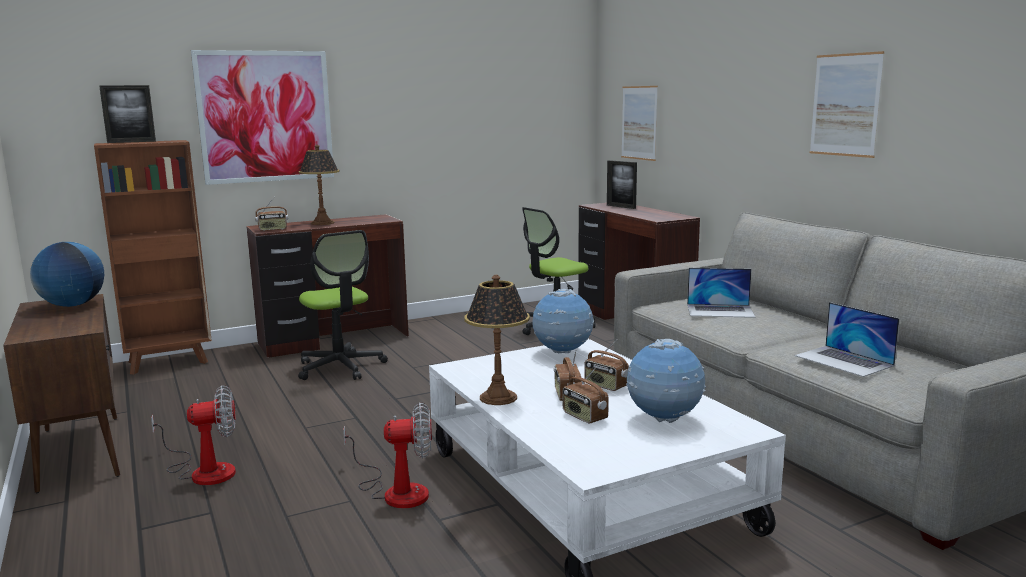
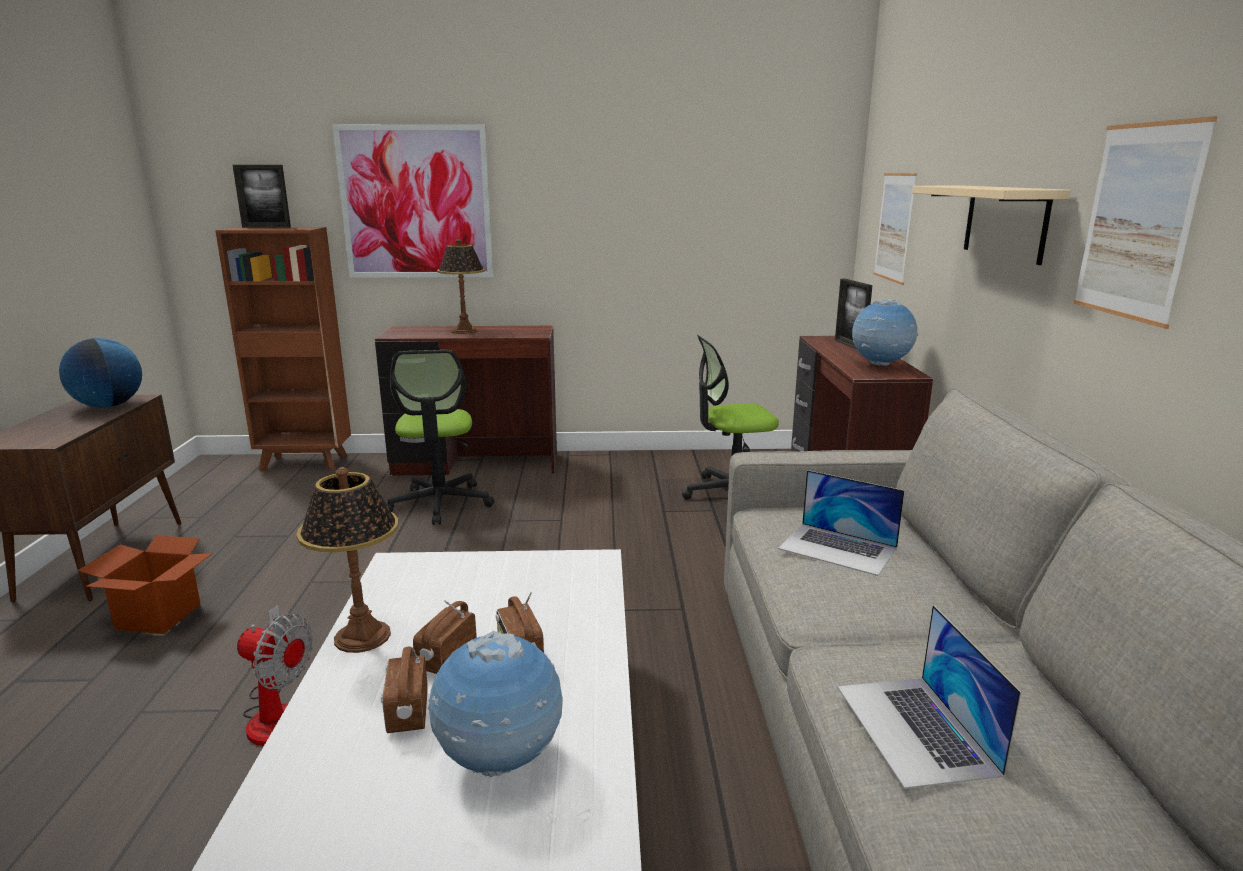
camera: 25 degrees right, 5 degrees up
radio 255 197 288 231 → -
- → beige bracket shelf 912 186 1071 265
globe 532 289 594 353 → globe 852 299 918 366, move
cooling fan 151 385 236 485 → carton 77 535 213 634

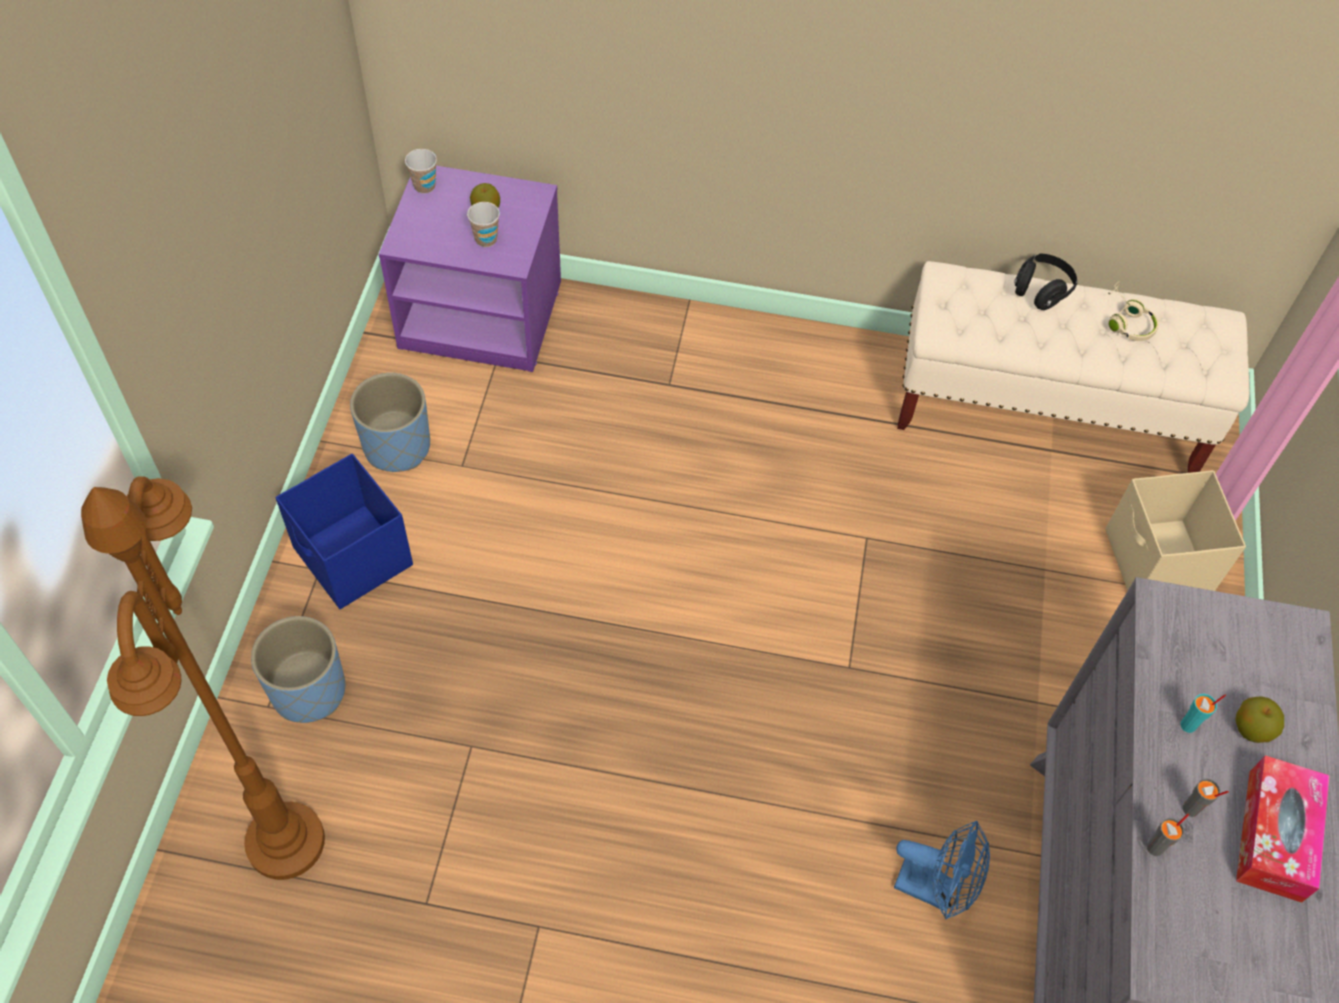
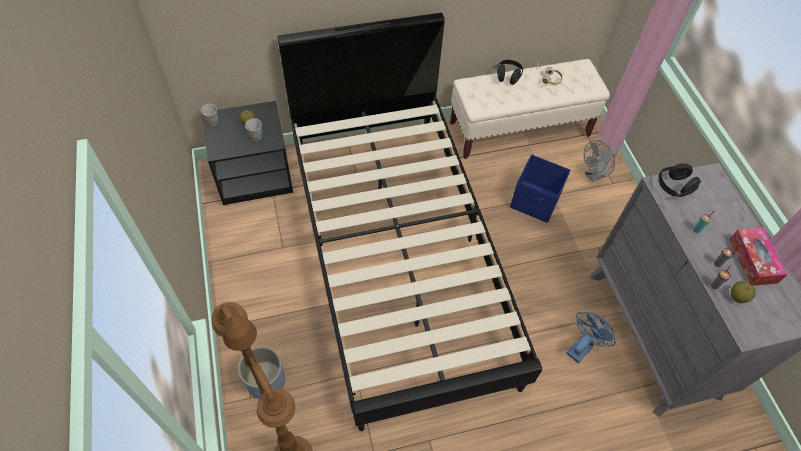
camera: 25 degrees left, 0 degrees up
bluish planter 350 373 430 472 → -
- → black-coloured bed 277 13 542 431
- → black-coloured headphones 658 163 701 197
bluish storage box 275 454 413 609 → bluish storage box 510 155 571 223, move
apple 1235 697 1284 743 → apple 731 281 756 303, move
beige storage box 1105 470 1246 591 → gray cooling fan 584 140 618 182
purple-coloured night table 379 166 561 372 → black-coloured night table 202 101 293 205
bluish cooling fan 894 821 990 919 → bluish cooling fan 566 312 615 363, 45 degrees counterclockwise

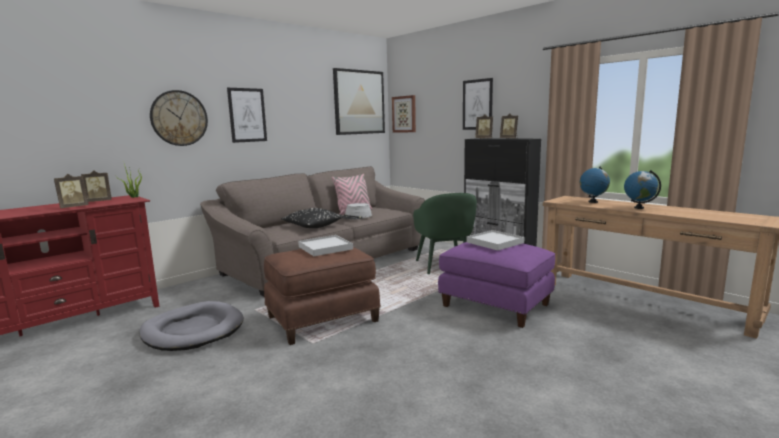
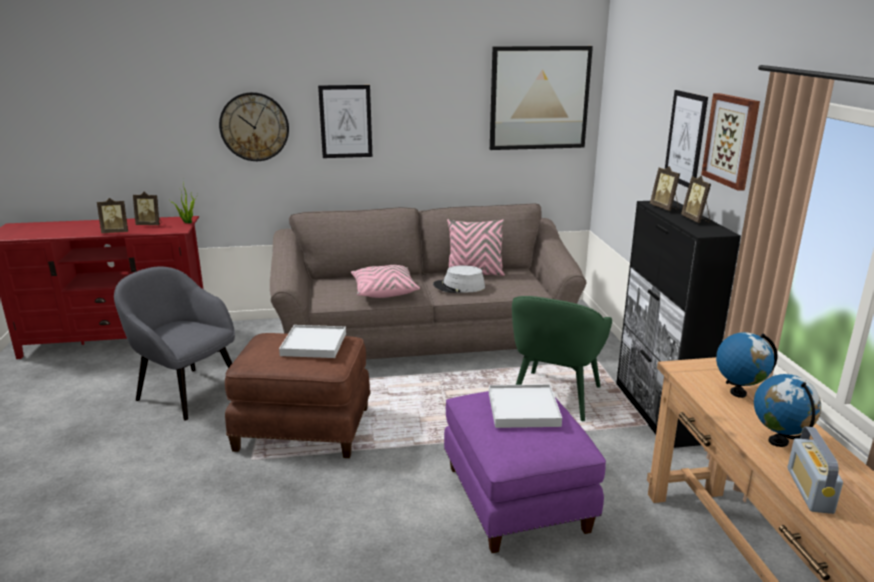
camera: 35 degrees right, 10 degrees up
- → radio 787 426 843 514
picture 392 95 416 132 → picture 701 93 760 191, move
gray pet bed 139 301 244 351 → gray easy chair 114 266 235 421
black-coloured cushion 281 208 343 228 → pink cushion 351 265 420 298

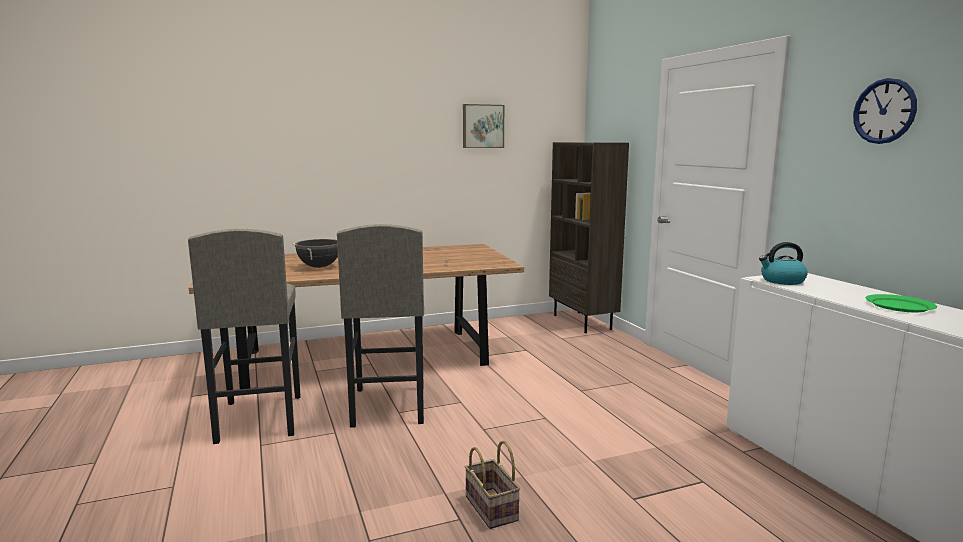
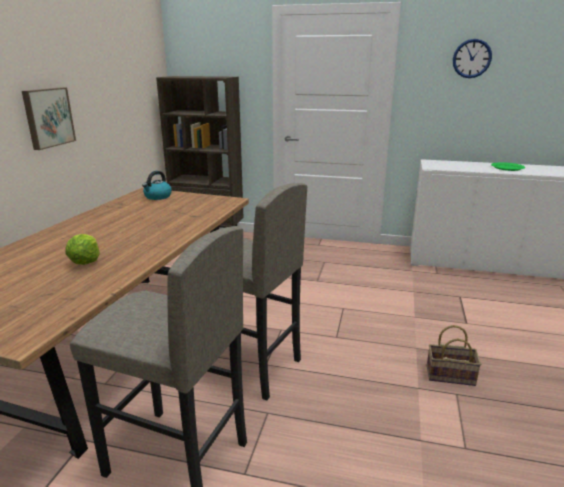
camera: 55 degrees left, 10 degrees up
picture 463 104 504 148 → picture 22 87 76 150, move
kettle 759 242 808 285 → kettle 142 171 172 200, move
black-coloured cooking pot 291 239 338 268 → head of lettuce 65 234 100 265

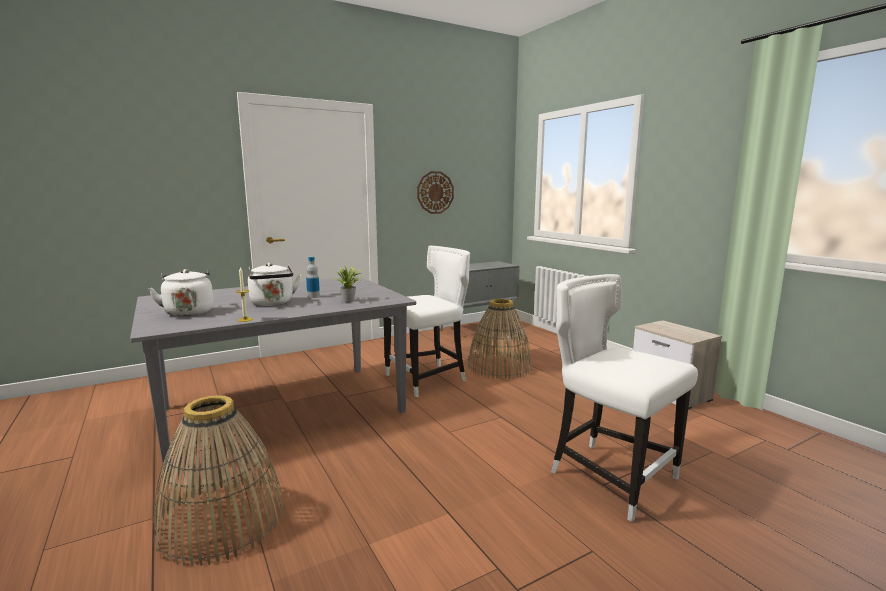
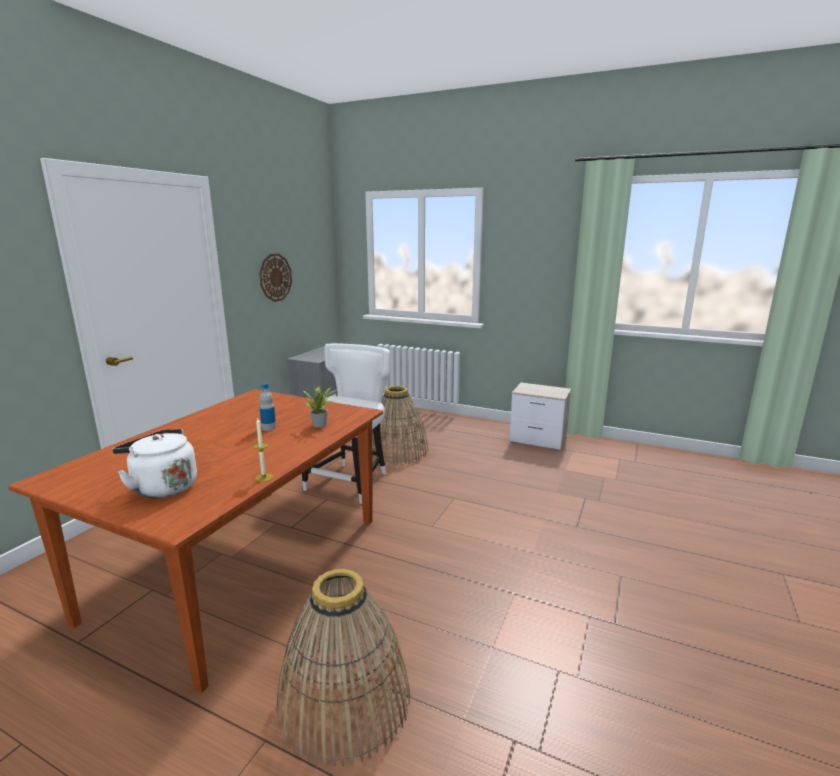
camera: 35 degrees left, 5 degrees up
white-coloured kettle 248 263 301 306 → -
white-coloured upright chair 551 274 698 522 → -
gray kitchen table 130 276 416 472 → brownish kitchen table 8 389 383 693

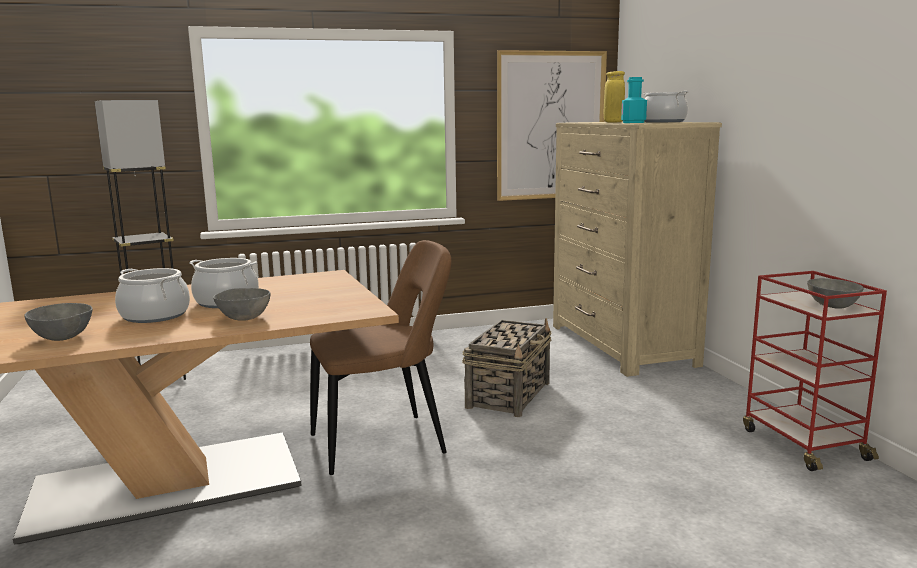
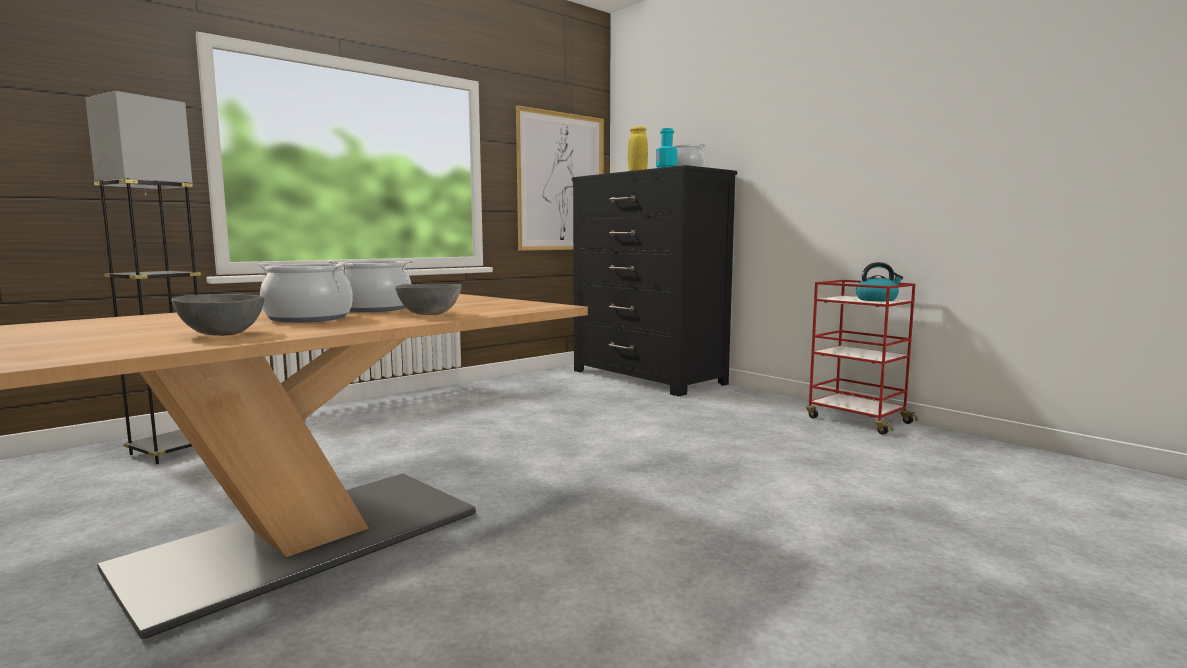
camera: 25 degrees left, 5 degrees down
brownish upright chair 310 240 451 475 → -
basket 462 318 551 417 → -
gray bowl 807 278 864 309 → kettle 856 262 903 302
beige chest of drawers 553 122 722 377 → black-coloured chest of drawers 572 165 737 396

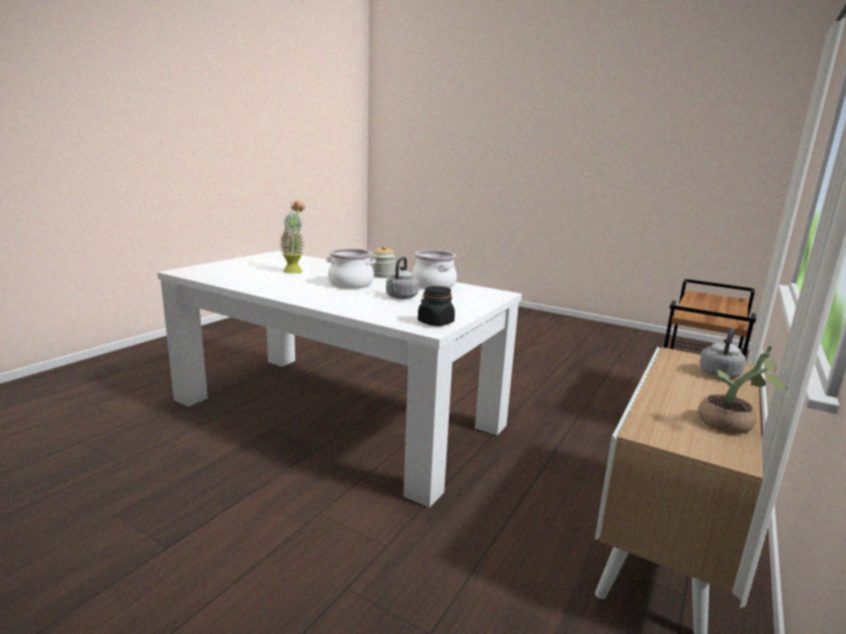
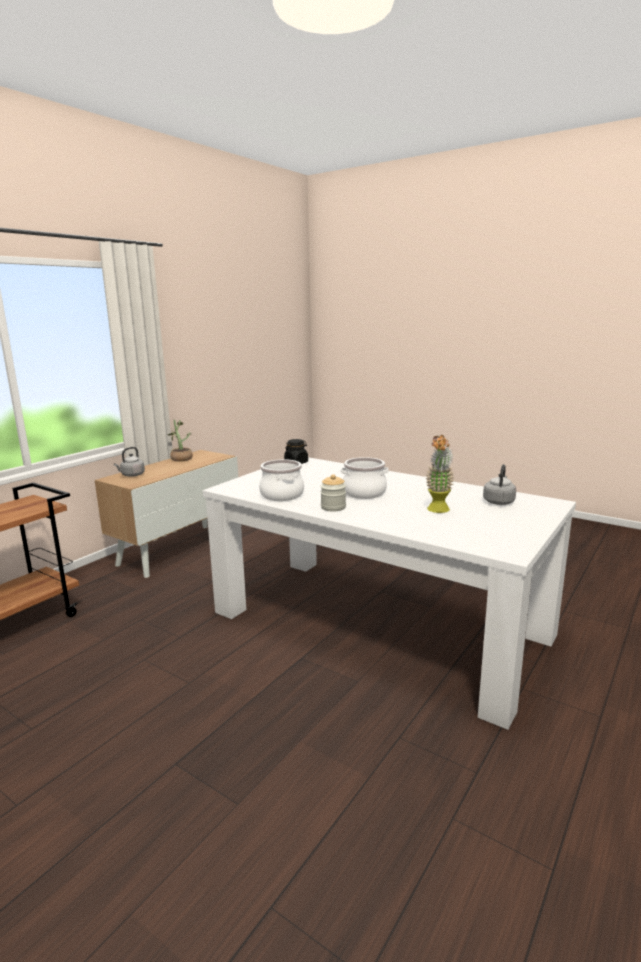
camera: 175 degrees left, 0 degrees up
gray kettle 386 257 419 299 → gray kettle 483 464 516 505, move

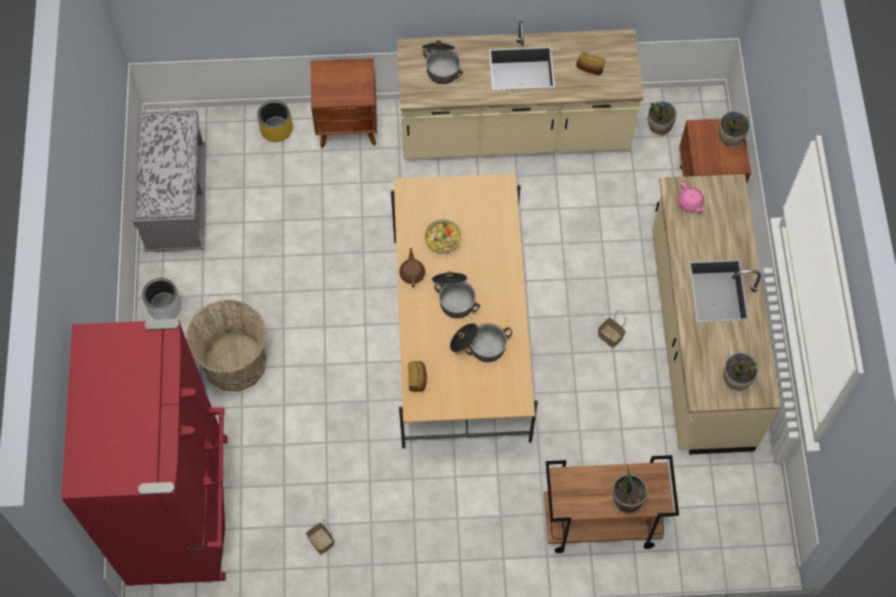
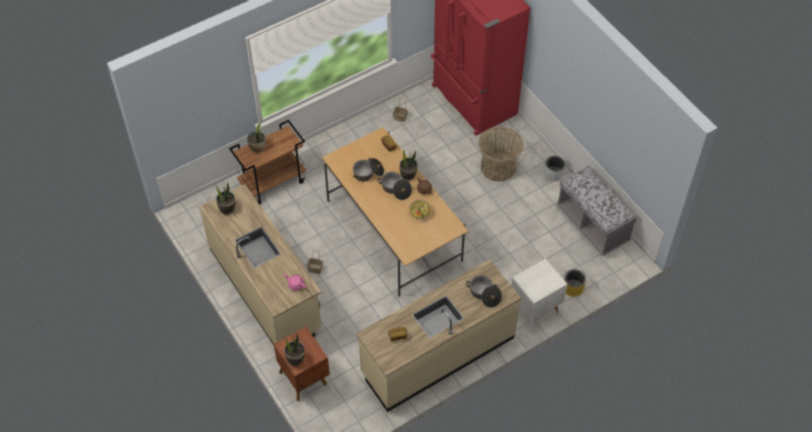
camera: 150 degrees right, 10 degrees down
plant in a pot 648 101 676 135 → plant in a pot 400 149 418 181, move
brownish night table 311 58 377 148 → white-coloured night table 511 258 567 331

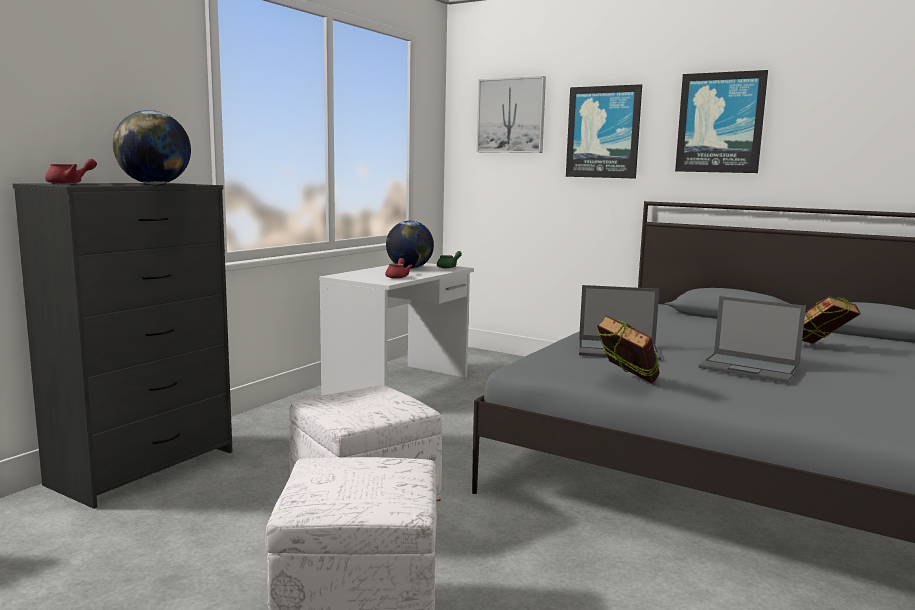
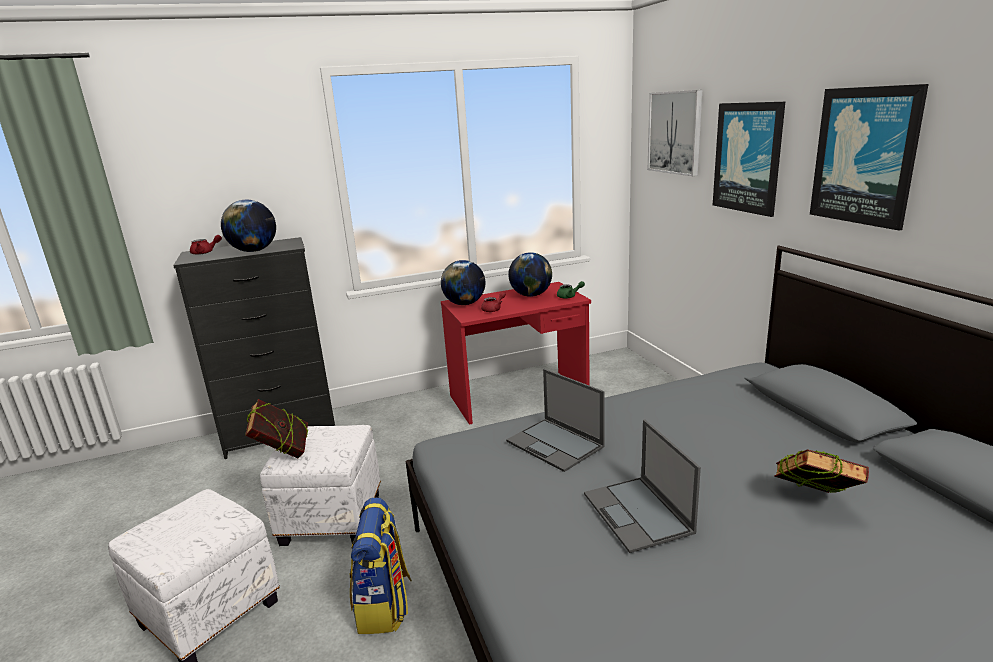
camera: 40 degrees right, 10 degrees up
- → rucksack 349 497 412 634
- → globe 441 260 485 305
book 597 315 660 384 → book 245 399 308 458, move
white-coloured desk unit 319 263 474 395 → red-coloured desk unit 441 282 591 425

